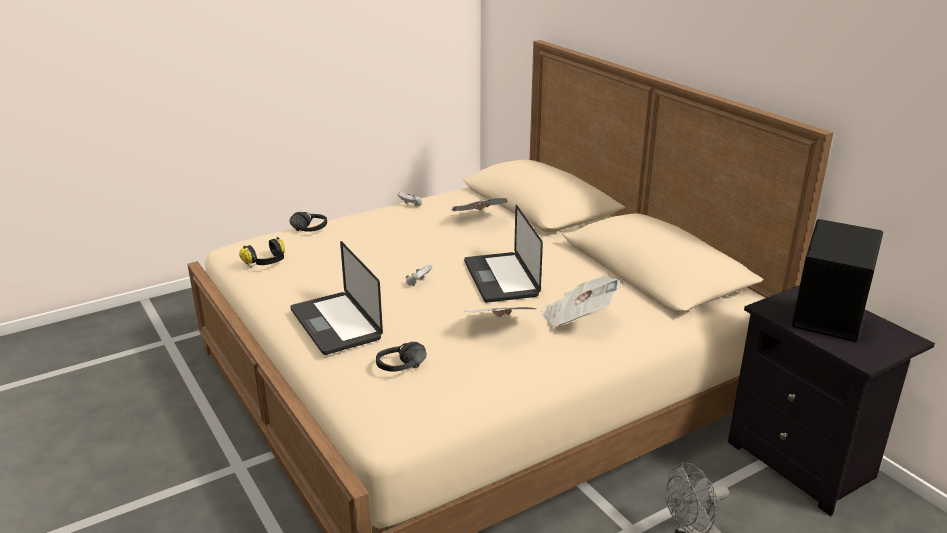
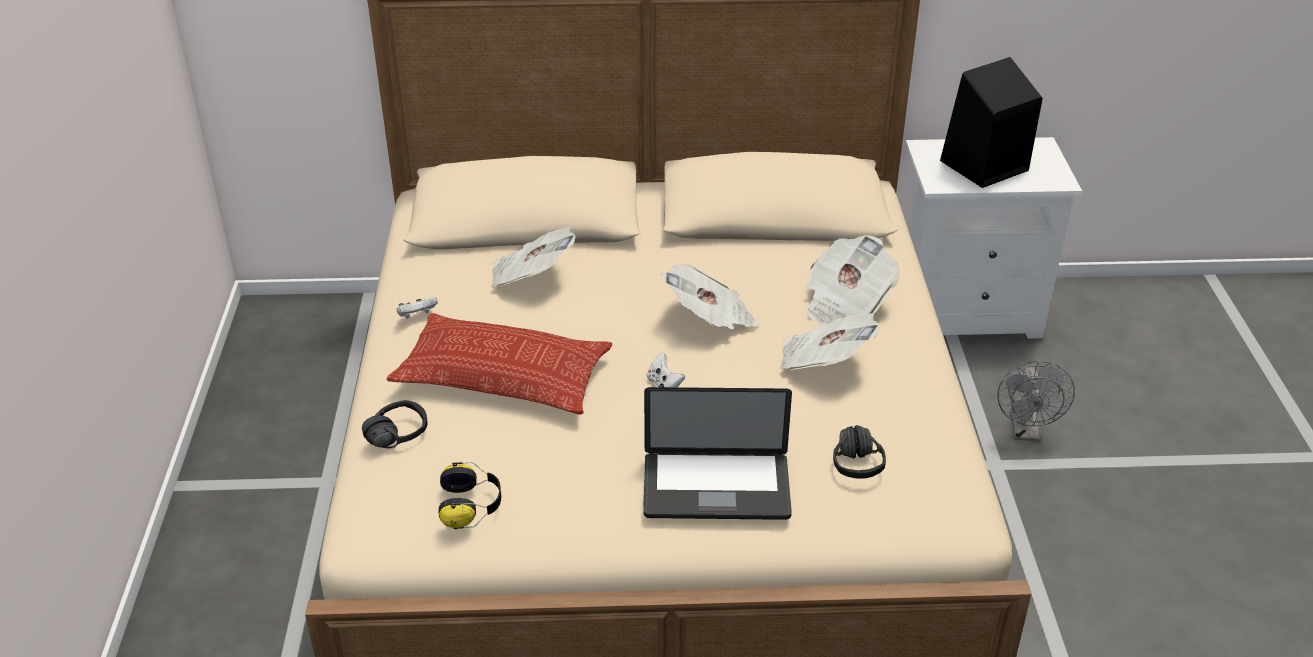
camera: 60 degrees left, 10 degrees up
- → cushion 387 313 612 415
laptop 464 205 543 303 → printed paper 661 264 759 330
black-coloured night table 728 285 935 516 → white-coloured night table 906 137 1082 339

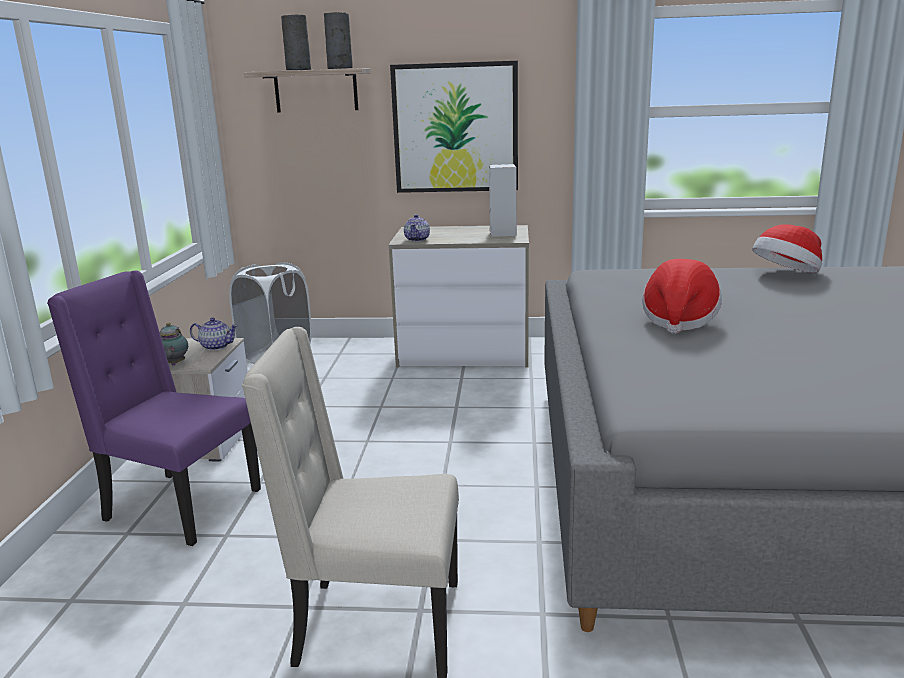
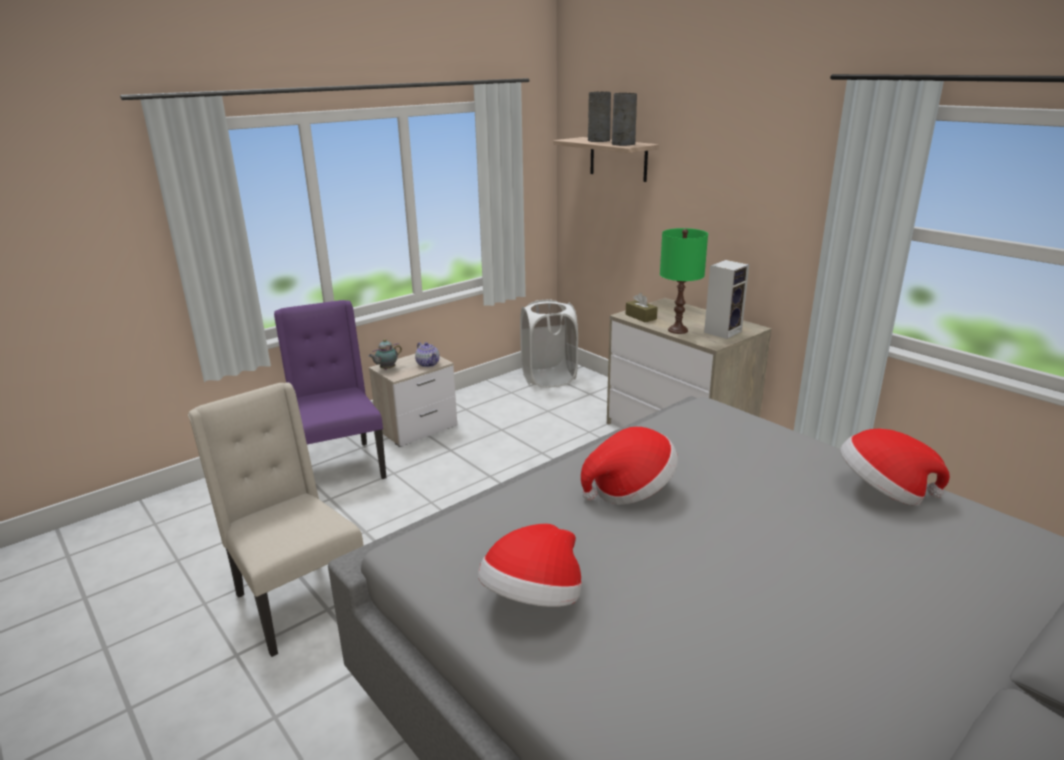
camera: 45 degrees right, 5 degrees up
picture 390 61 518 193 → -
- → wearable hat 478 524 582 607
- → greenish tabletop lamp 660 228 708 334
teapot 404 214 430 242 → brownish box of tissues 626 293 658 322

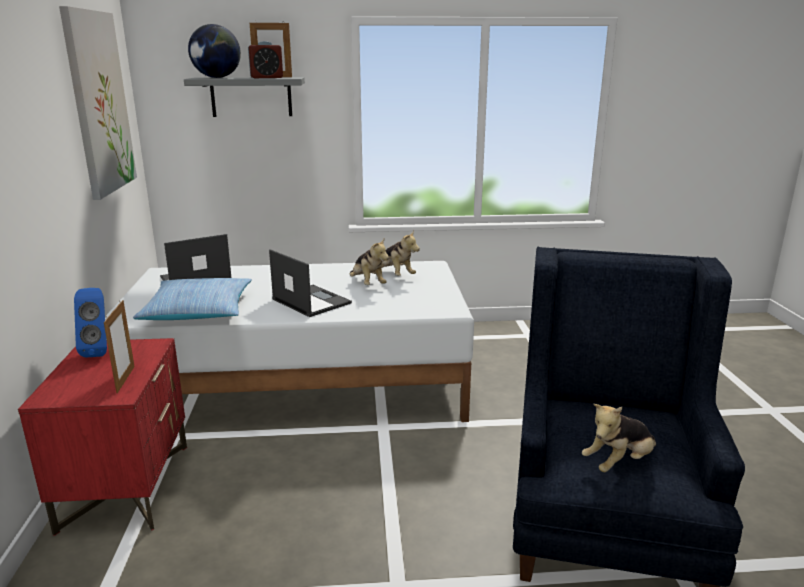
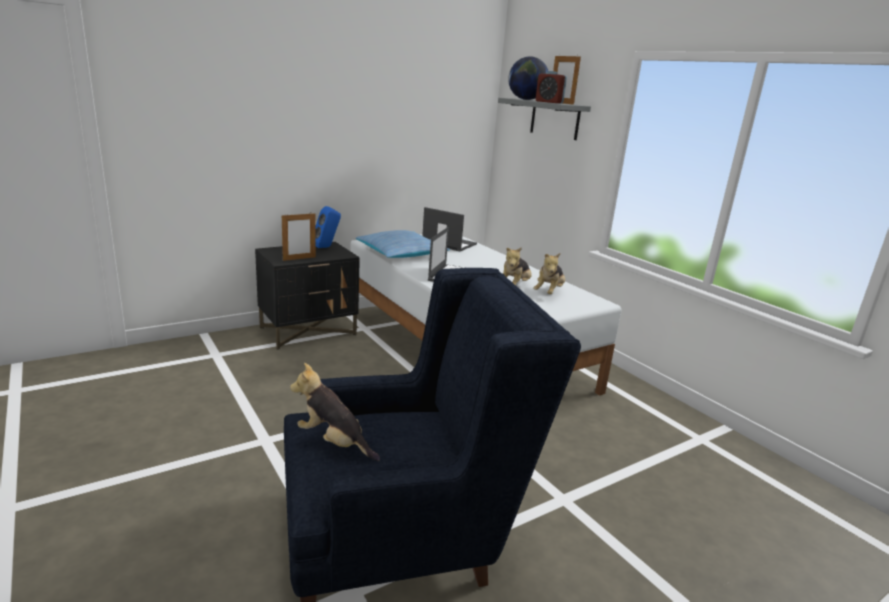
camera: 60 degrees right, 0 degrees up
picture 59 6 137 200 → -
red-coloured night table 18 338 187 536 → black-coloured night table 255 242 360 350

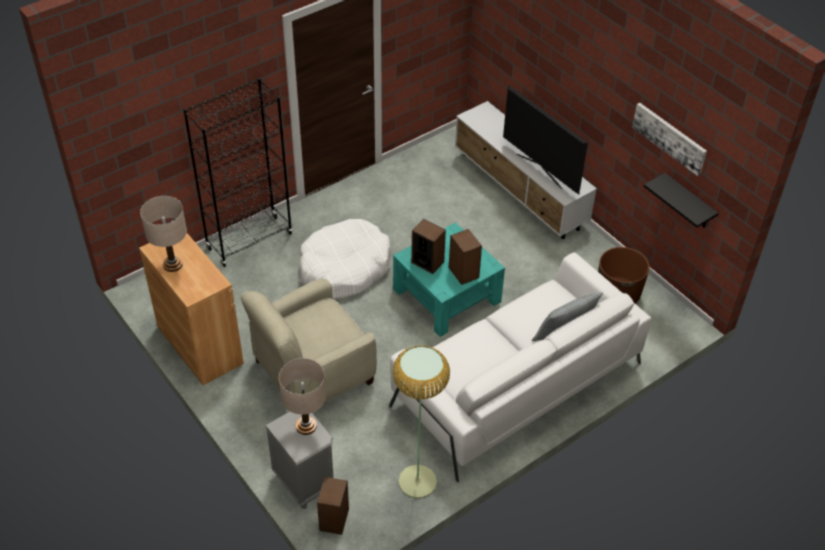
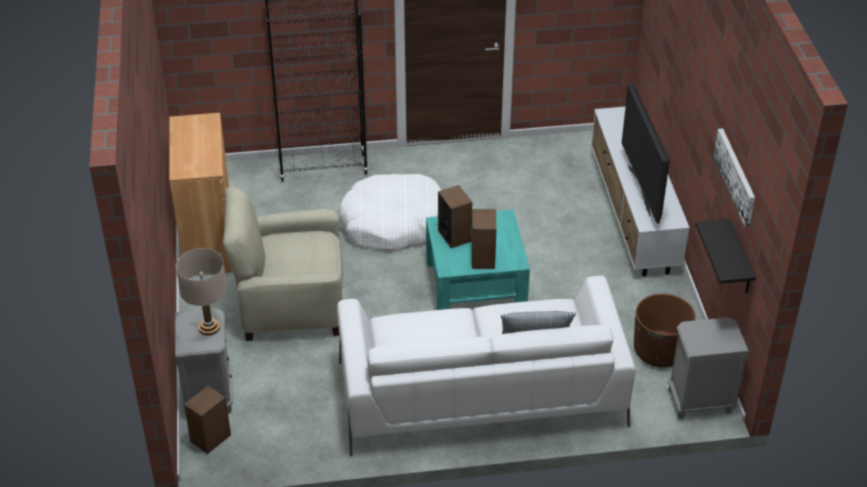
camera: 30 degrees right, 5 degrees down
beige tabletop lamp 140 196 187 272 → -
floor lamp 393 345 450 498 → -
- → gray night table 668 317 749 419

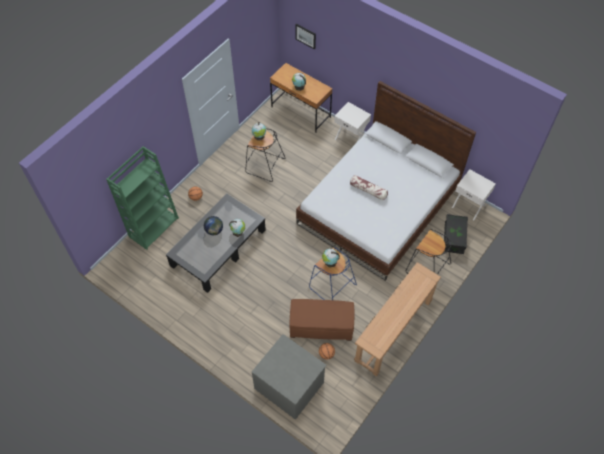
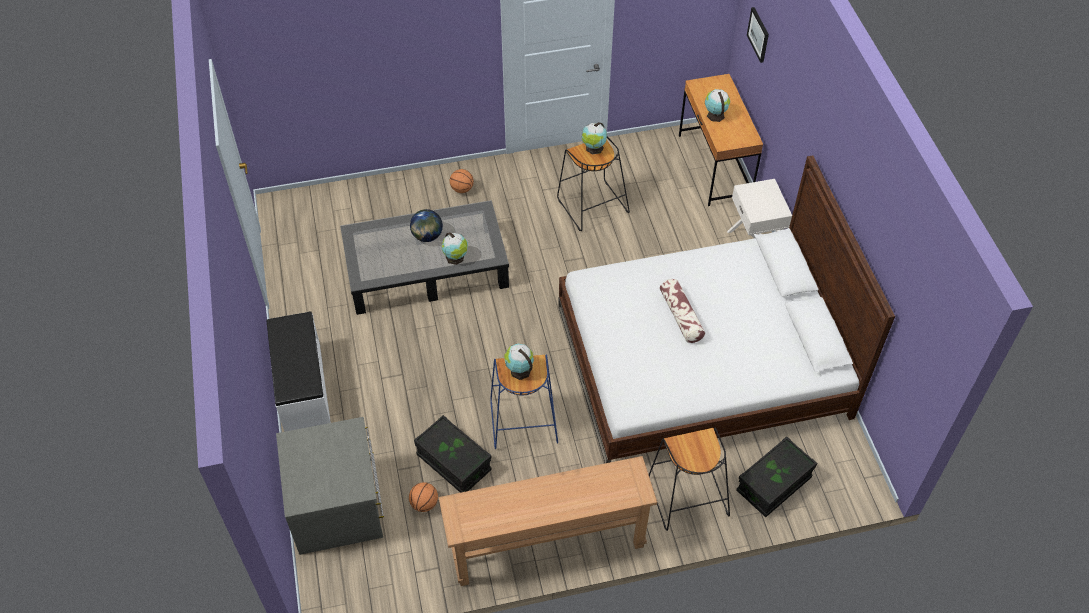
camera: 40 degrees right, 5 degrees down
greenish bookcase 106 146 179 250 → -
white-coloured night table 452 169 496 220 → -
- → white-coloured long seat 266 311 331 432
brownish pouffe 289 299 355 341 → black-coloured storage box 414 415 492 493

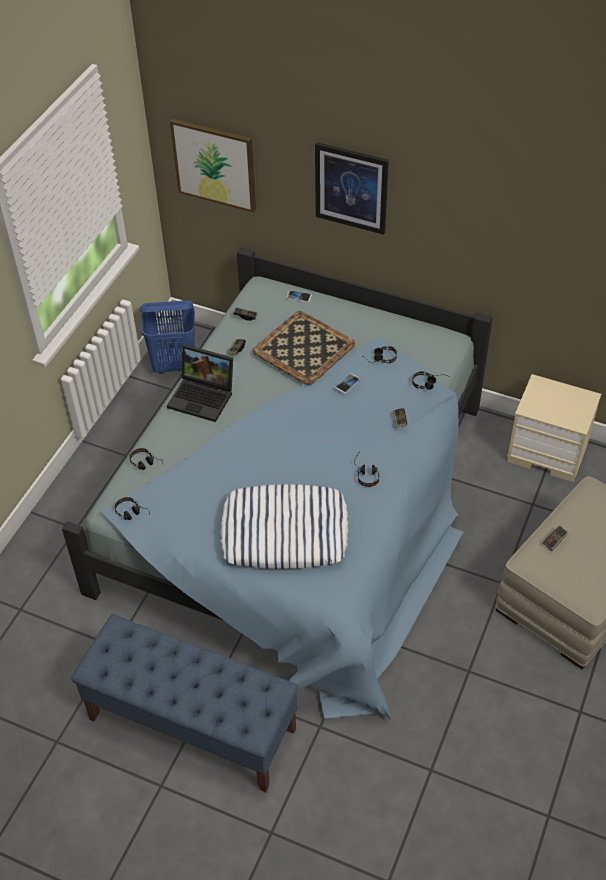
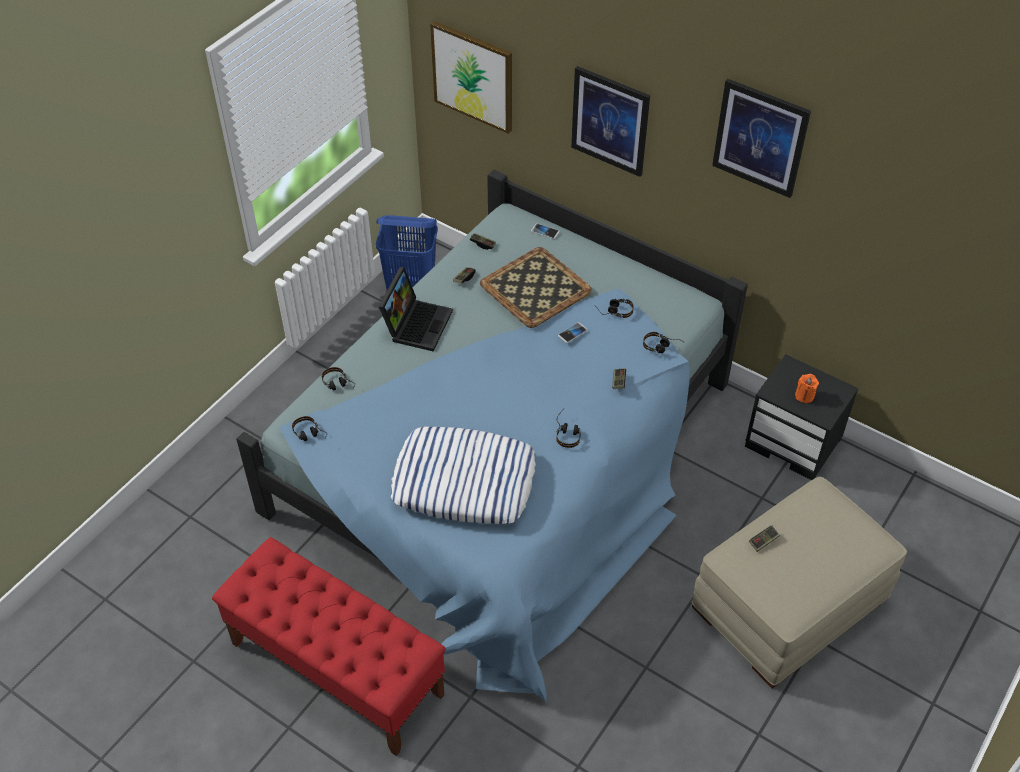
camera: 10 degrees right, 0 degrees up
- → picture 712 79 811 198
- → orange-coloured wax candle 795 374 819 403
bluish long seat 71 614 299 792 → red-coloured long seat 212 537 446 756
beige night table 507 374 601 482 → black-coloured night table 745 354 858 480
laptop 167 344 233 422 → laptop 379 267 453 352, 105 degrees counterclockwise

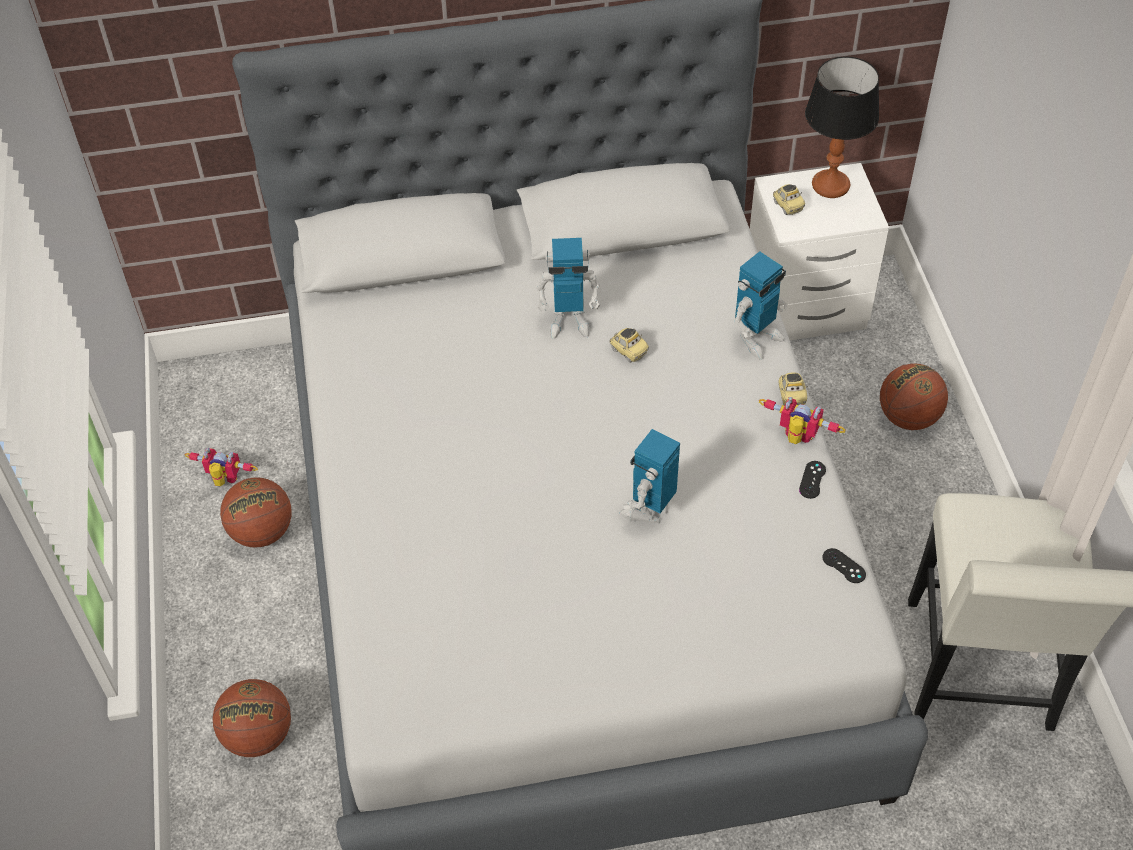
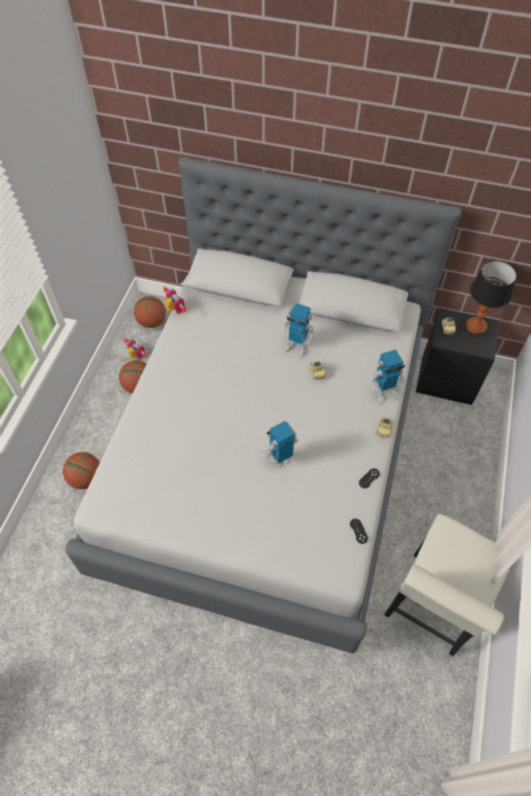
camera: 25 degrees right, 5 degrees up
model robot 759 397 845 444 → model robot 163 286 187 314, move
basketball ball 880 364 948 430 → basketball ball 134 296 166 328, move
white-coloured night table 750 163 889 340 → black-coloured night table 416 308 499 405

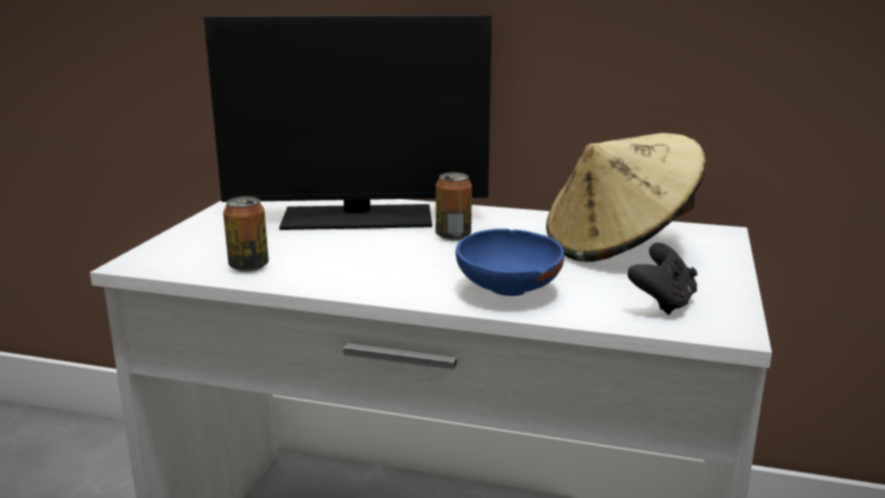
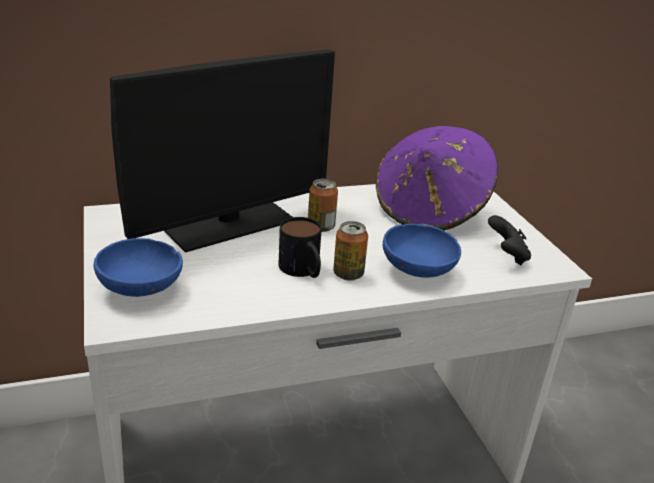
camera: 35 degrees left, 10 degrees up
- → bluish bowl 94 238 183 297
- → mug 279 217 322 278
can 223 196 269 272 → can 333 221 368 281, move
beige wearable hat 546 133 706 262 → purple-coloured wearable hat 376 126 498 231

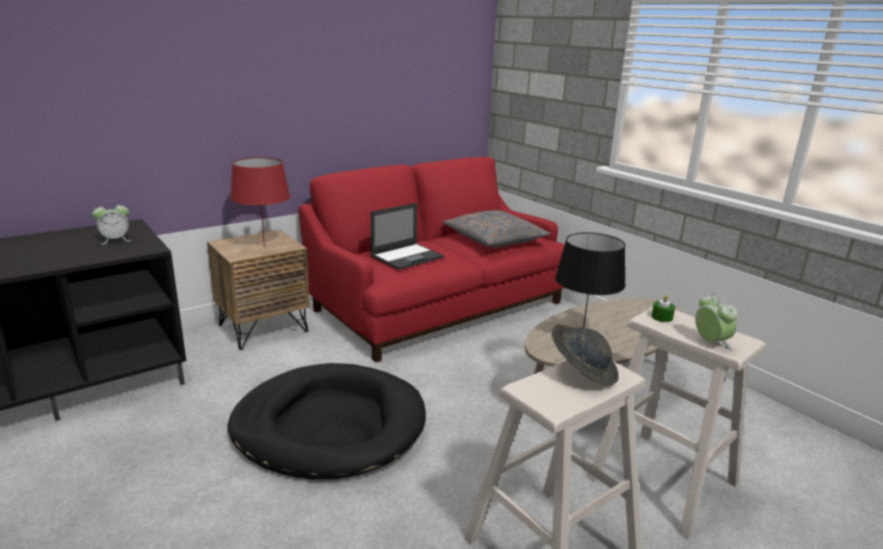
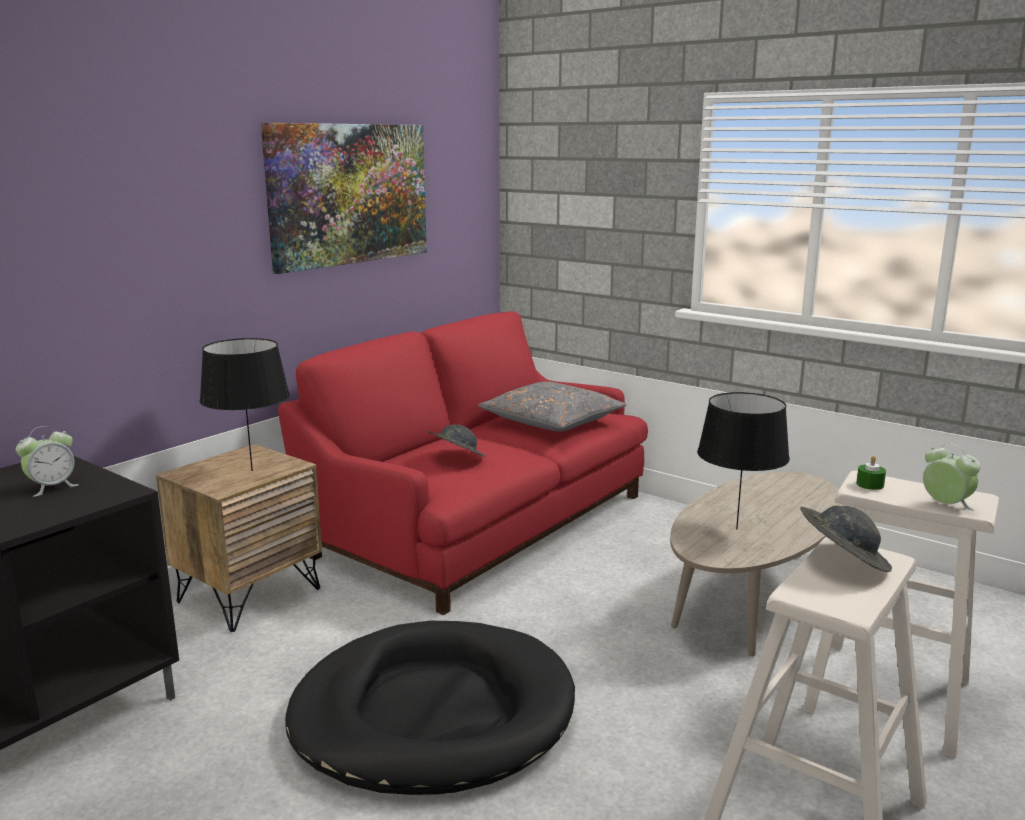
camera: 15 degrees left, 5 degrees down
- → picture 261 123 427 274
laptop 370 203 444 270 → gray wearable hat 428 424 486 457
red-coloured tabletop lamp 230 157 290 247 → black-coloured tabletop lamp 200 338 290 471

